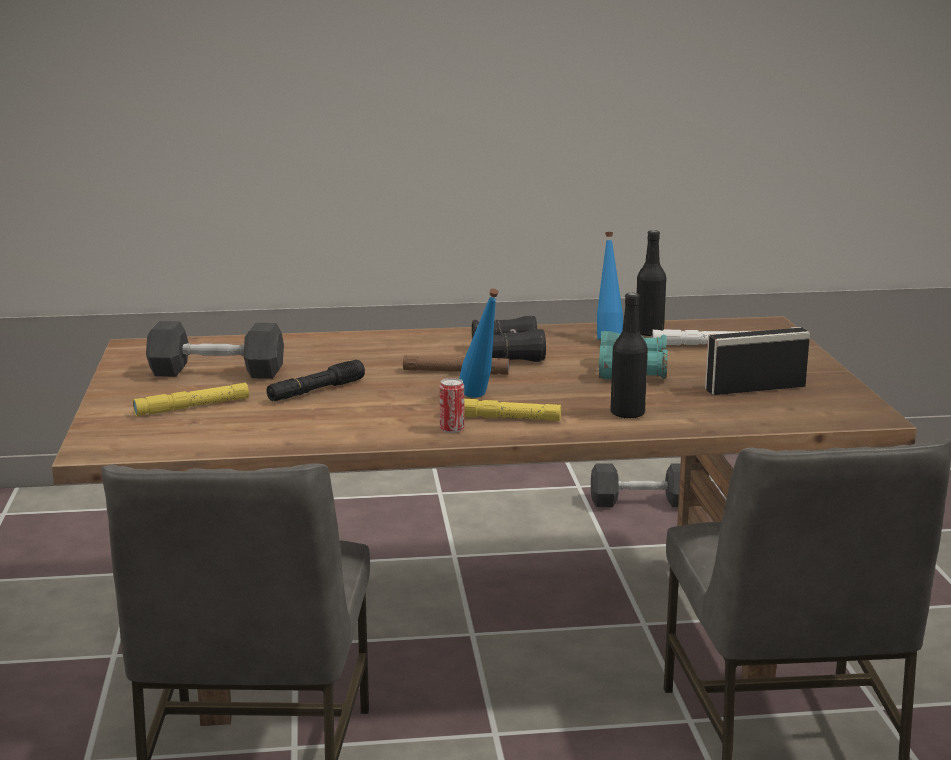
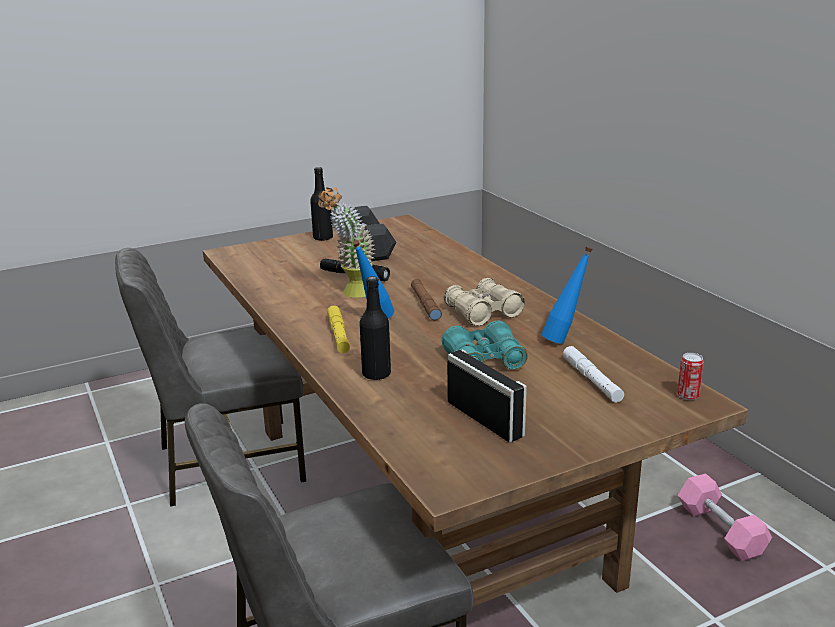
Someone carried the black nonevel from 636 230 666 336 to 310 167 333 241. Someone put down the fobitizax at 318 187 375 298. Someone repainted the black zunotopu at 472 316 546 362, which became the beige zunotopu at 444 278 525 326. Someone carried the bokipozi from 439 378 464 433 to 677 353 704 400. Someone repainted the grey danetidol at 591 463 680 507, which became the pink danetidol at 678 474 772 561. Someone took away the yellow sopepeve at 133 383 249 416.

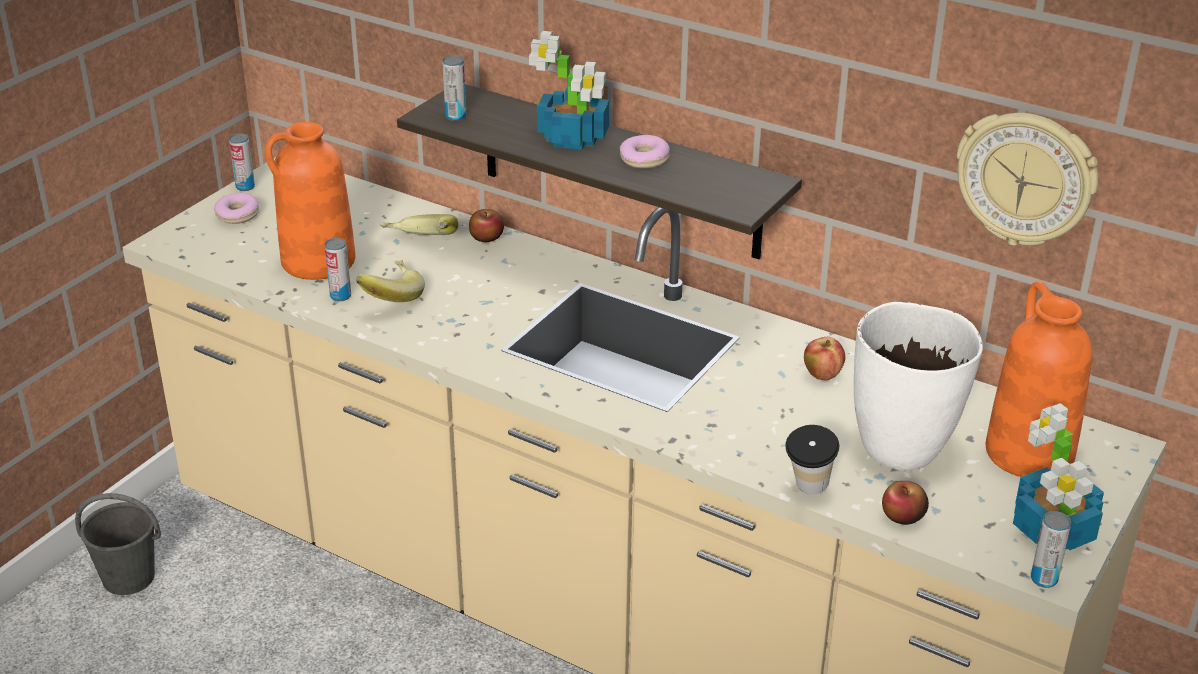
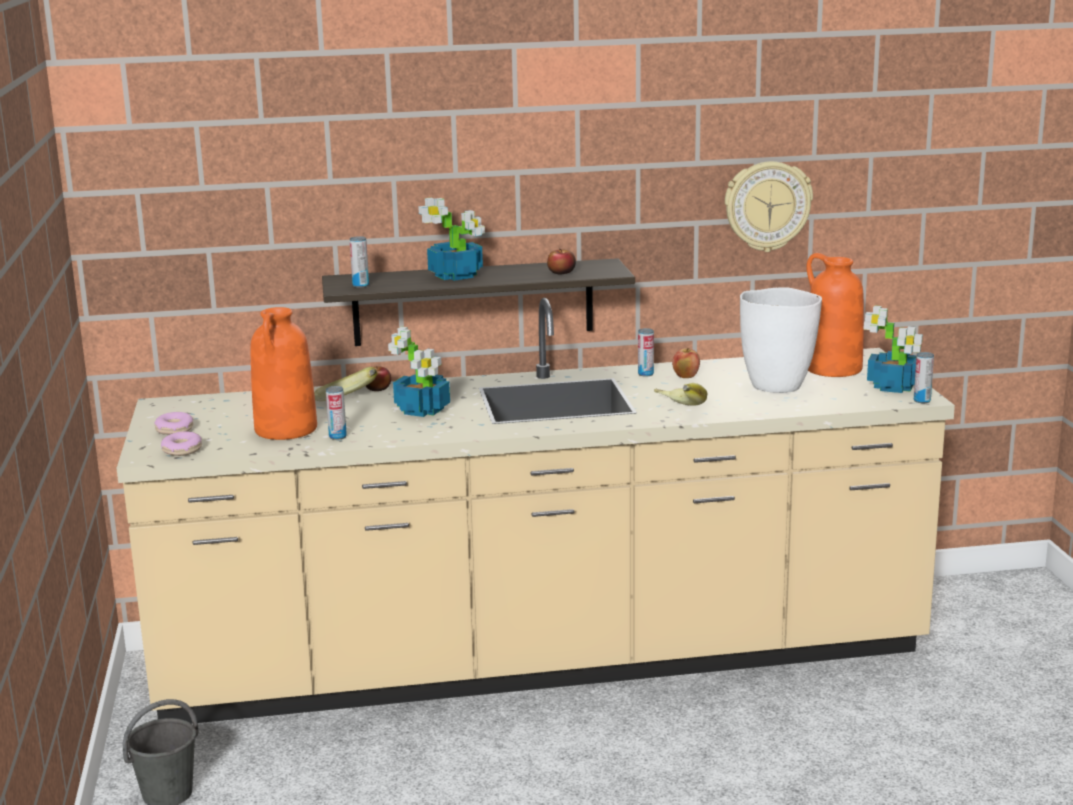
Someone carried the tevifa from 620 135 670 169 to 161 431 202 456. Someone put down the fobitizax at 388 327 450 417. Someone carried the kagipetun from 882 481 929 525 to 547 249 576 274. Someone carried the bokipozi from 229 133 255 191 to 638 328 654 377. Someone carried the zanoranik from 356 260 425 302 to 654 383 707 406. Someone took away the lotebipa at 785 425 839 494.

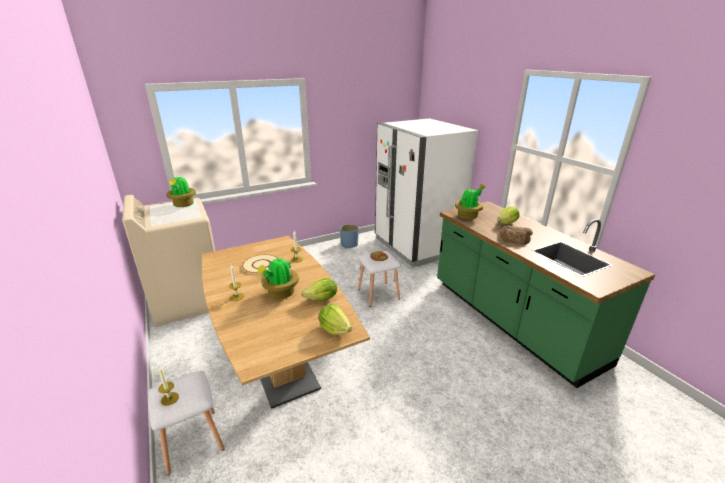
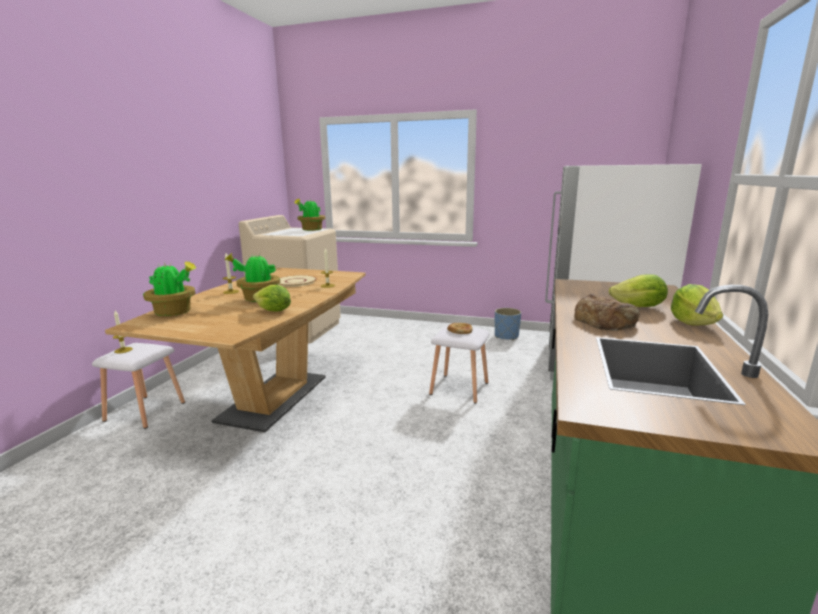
Someone carried the fobitizax from 455 184 486 220 to 143 262 196 316. Someone carried the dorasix from 319 304 352 335 to 671 284 723 325.

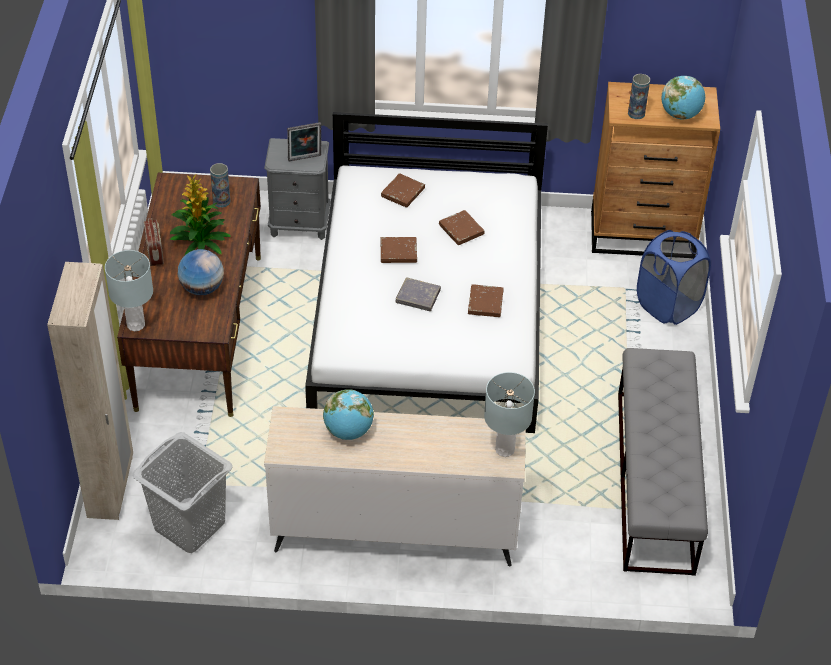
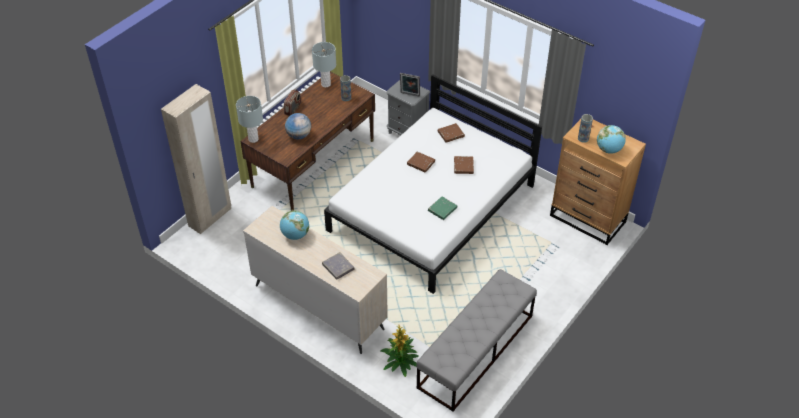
Someone carried the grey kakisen from 484 372 535 457 to 312 42 336 88. Someone carried the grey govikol from 396 277 441 311 to 322 252 355 280. Someone carried the fobitizax from 170 174 231 255 to 381 325 419 377. Someone repainted the brown govikol at 468 284 504 317, which became the green govikol at 428 196 457 220. Someone took away the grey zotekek at 132 432 233 553. Someone took away the blue zotekek at 637 230 711 325.

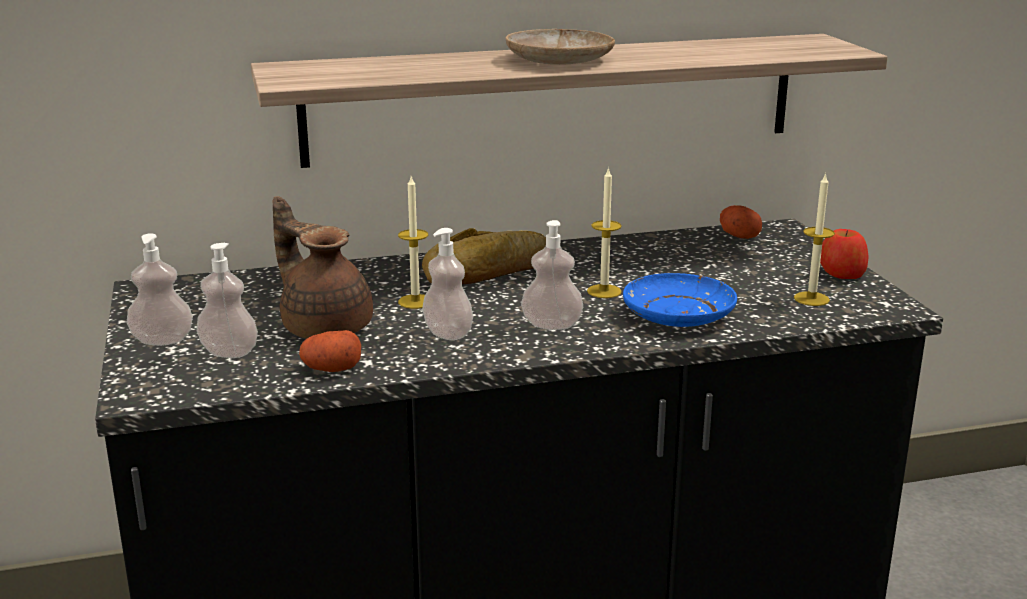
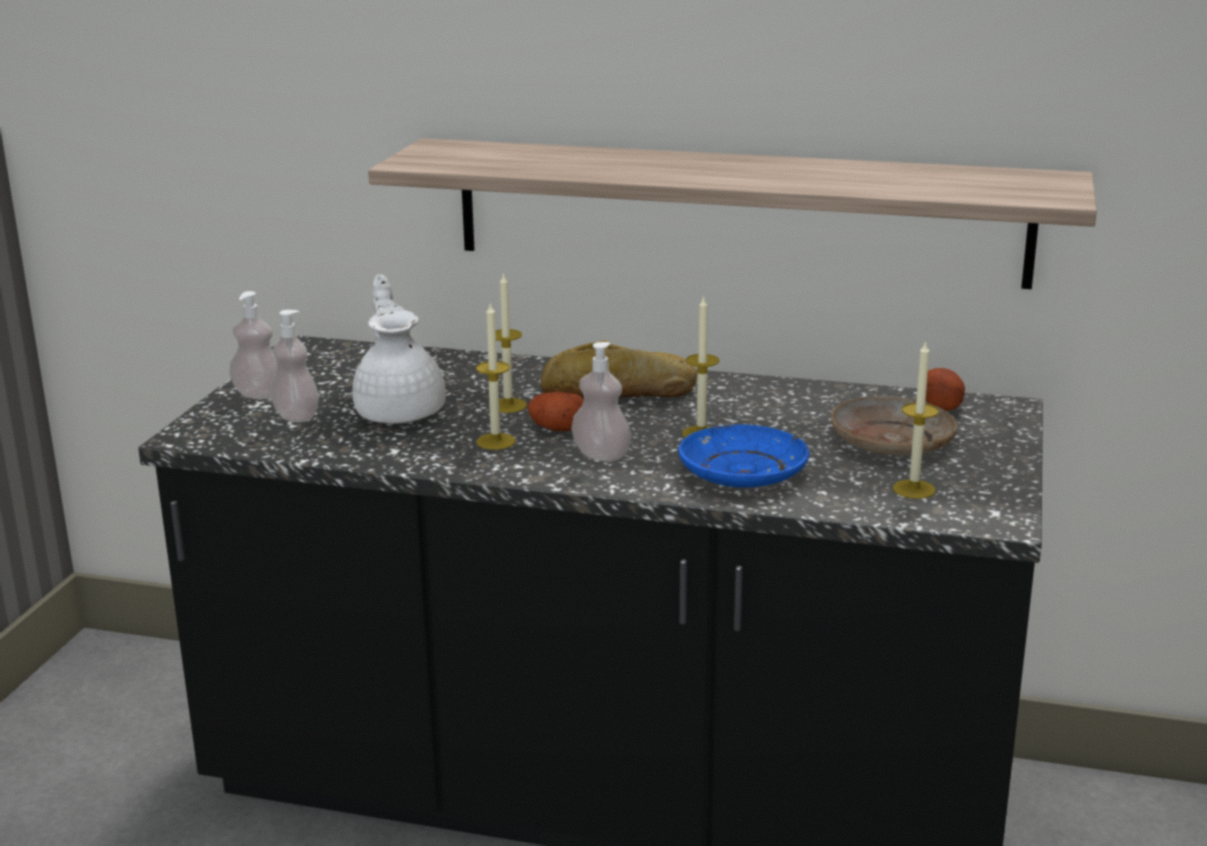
Someone repainted the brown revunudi at 273 196 373 339, which became the white revunudi at 352 274 446 424. Someone swapped the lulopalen at 422 228 473 340 for the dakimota at 476 302 516 450. Someone carried the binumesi from 299 330 361 372 to 527 391 584 431. Someone carried the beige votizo from 506 29 615 65 to 831 396 958 456. Someone took away the kagipetun at 820 229 868 279.

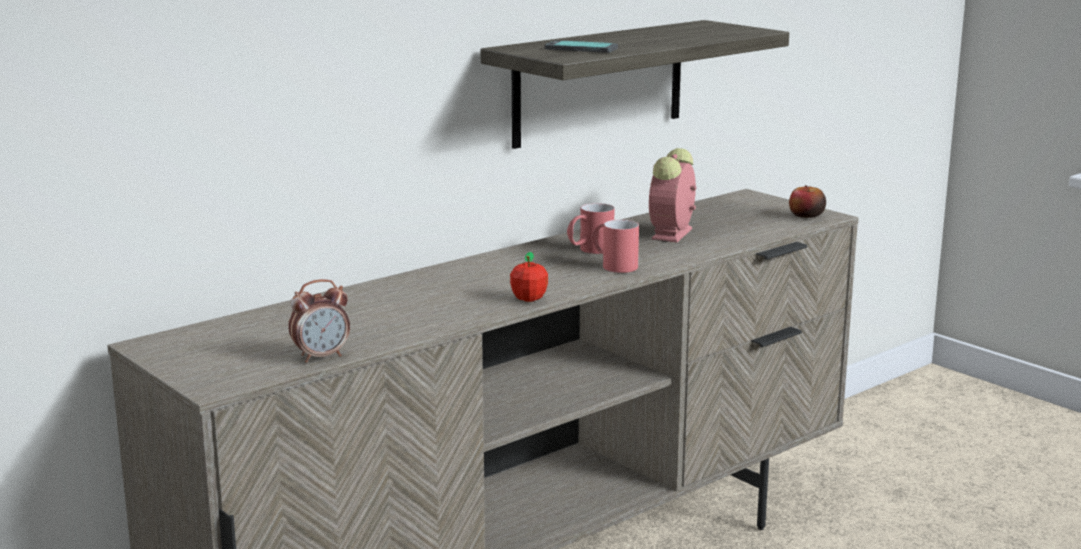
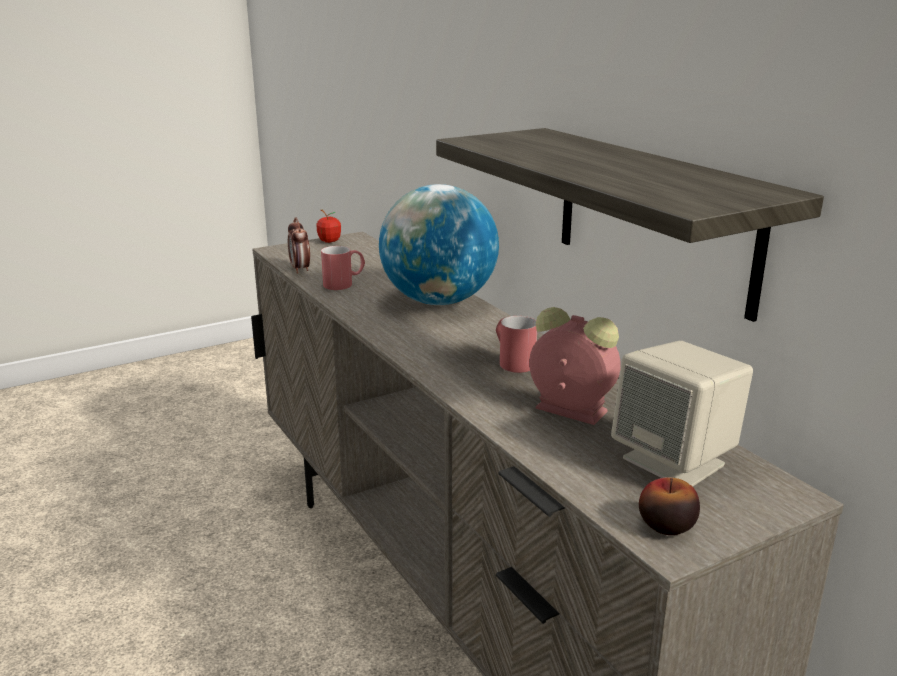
Someone carried the kagipetun from 510 252 548 302 to 316 210 341 243. Someone carried the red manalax from 592 220 639 273 to 321 246 365 290. Someone put down the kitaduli at 379 184 499 305. Someone put down the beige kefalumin at 611 341 753 487. Someone took away the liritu at 545 41 618 53.

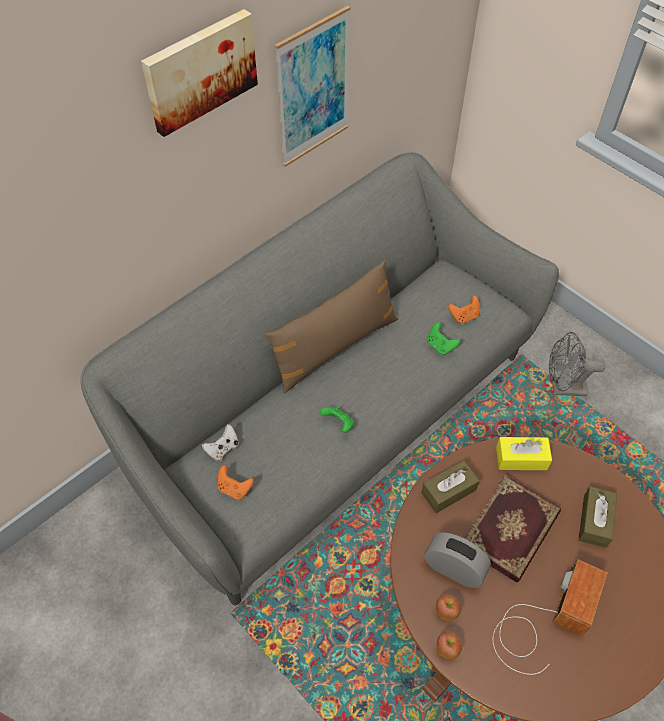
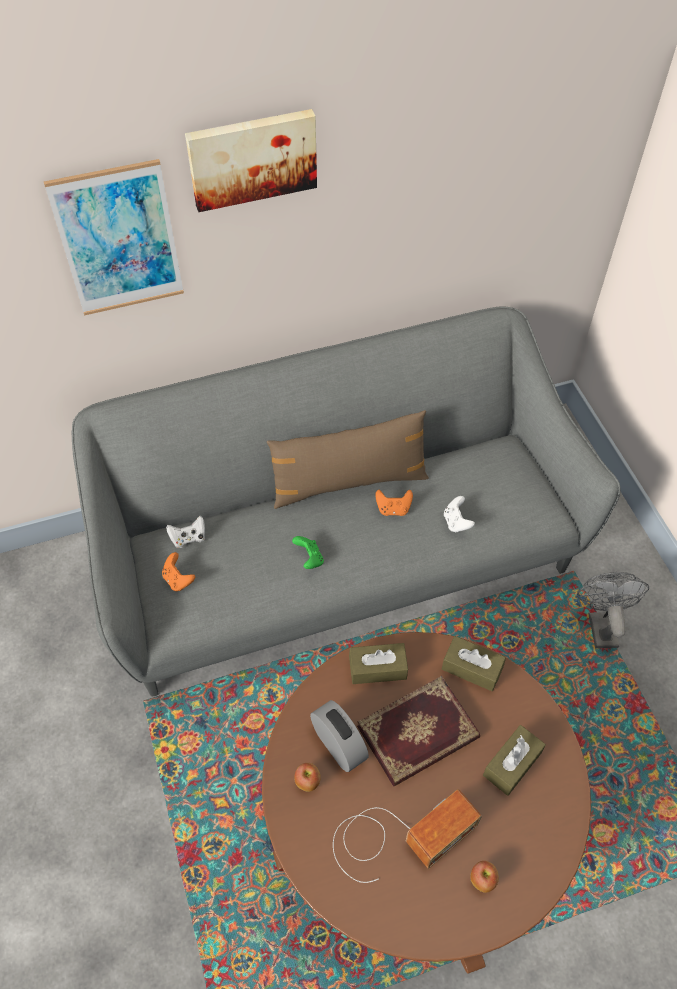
Someone carried the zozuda from 275 6 350 167 to 44 159 184 315. Someone carried the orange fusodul from 448 295 479 324 to 375 490 413 516. Someone repainted the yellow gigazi at 496 437 552 470, which became the brown gigazi at 442 636 506 691. Someone repainted the green fusodul at 428 322 460 355, which became the white fusodul at 444 496 475 533. Someone carried the kagipetun from 437 631 462 659 to 470 861 499 893. Someone rotated the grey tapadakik at 549 332 605 397 by 60 degrees clockwise.

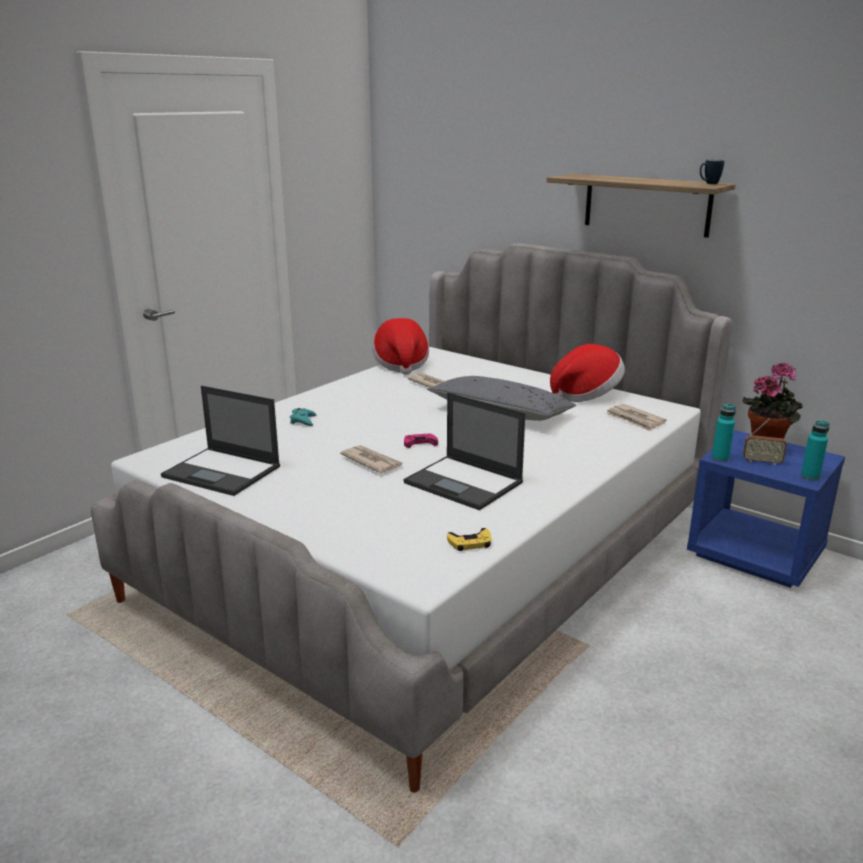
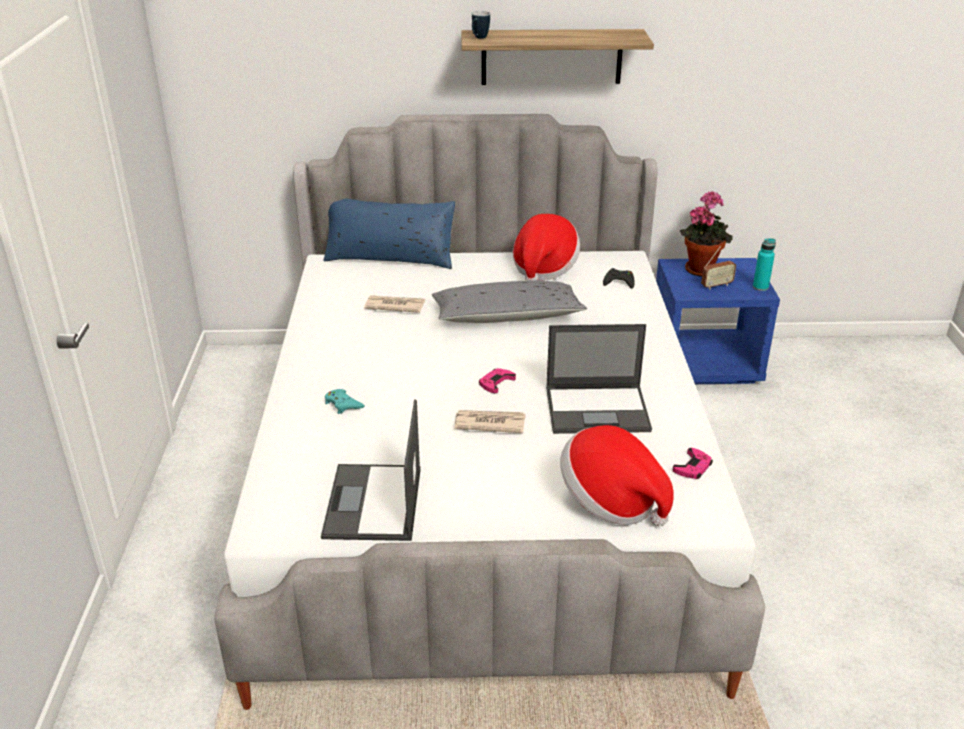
Someone rotated the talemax at 161 386 280 496 by 105 degrees clockwise. Someone put down the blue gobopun at 323 198 455 269. Someone carried the manalax from 700 159 725 184 to 472 11 490 39. Someone carried the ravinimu from 372 318 429 375 to 560 425 674 527. Someone swapped the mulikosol at 606 404 667 431 for the black fusodul at 603 268 635 289. Someone repainted the yellow fusodul at 447 528 491 551, which became the pink fusodul at 673 448 713 479. Someone took away the turquoise nonevel at 712 404 736 462.

